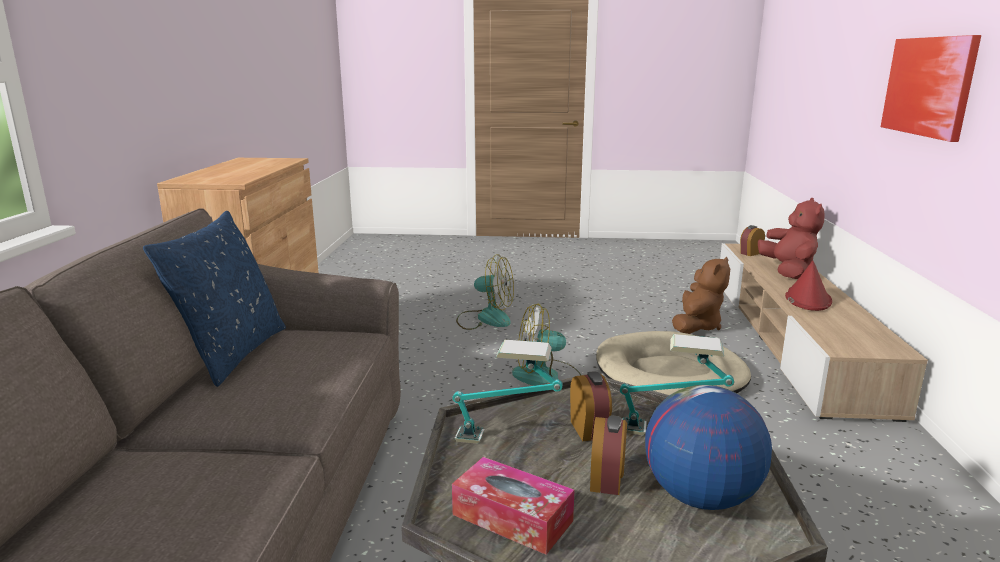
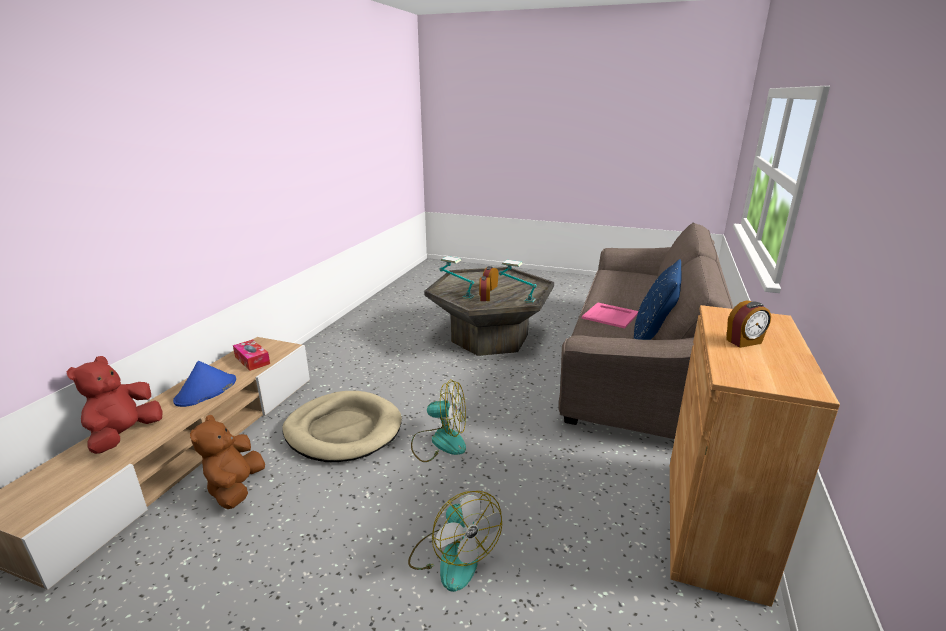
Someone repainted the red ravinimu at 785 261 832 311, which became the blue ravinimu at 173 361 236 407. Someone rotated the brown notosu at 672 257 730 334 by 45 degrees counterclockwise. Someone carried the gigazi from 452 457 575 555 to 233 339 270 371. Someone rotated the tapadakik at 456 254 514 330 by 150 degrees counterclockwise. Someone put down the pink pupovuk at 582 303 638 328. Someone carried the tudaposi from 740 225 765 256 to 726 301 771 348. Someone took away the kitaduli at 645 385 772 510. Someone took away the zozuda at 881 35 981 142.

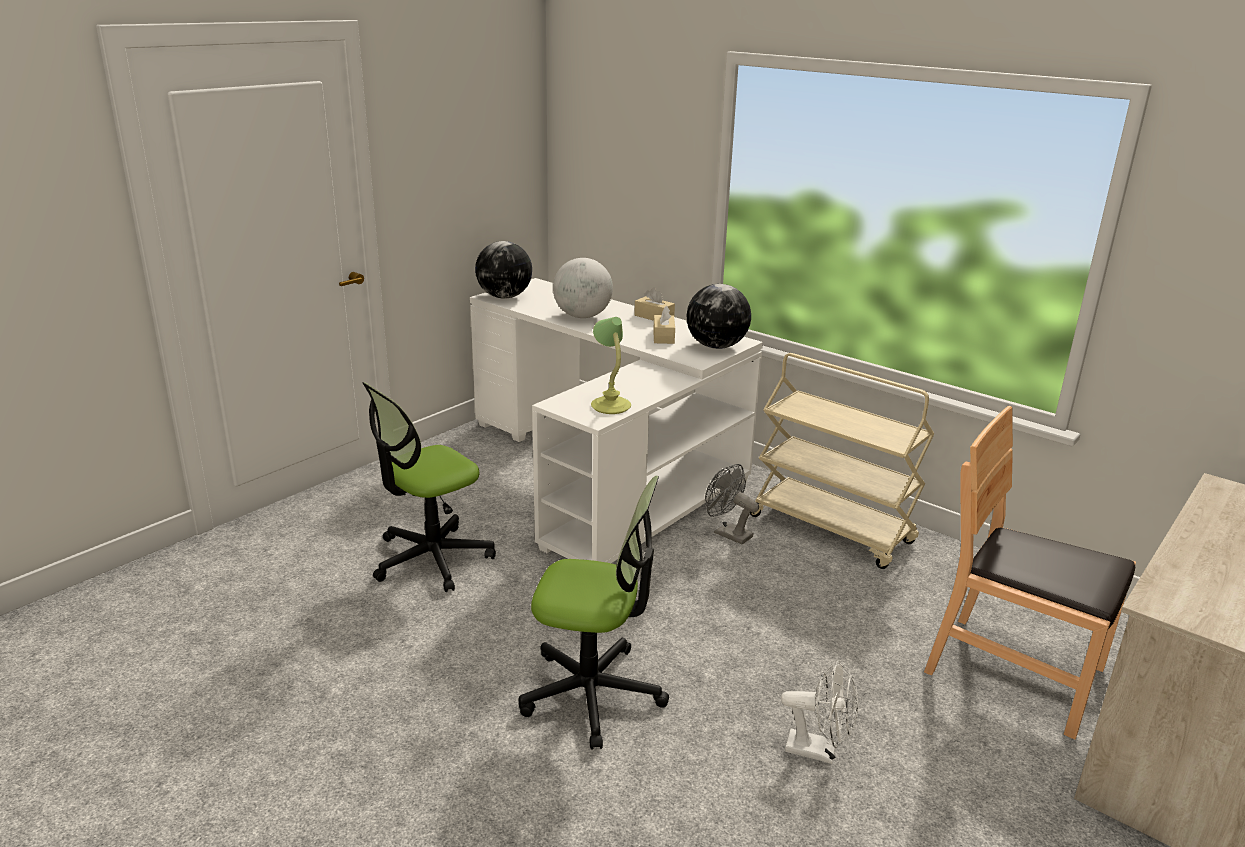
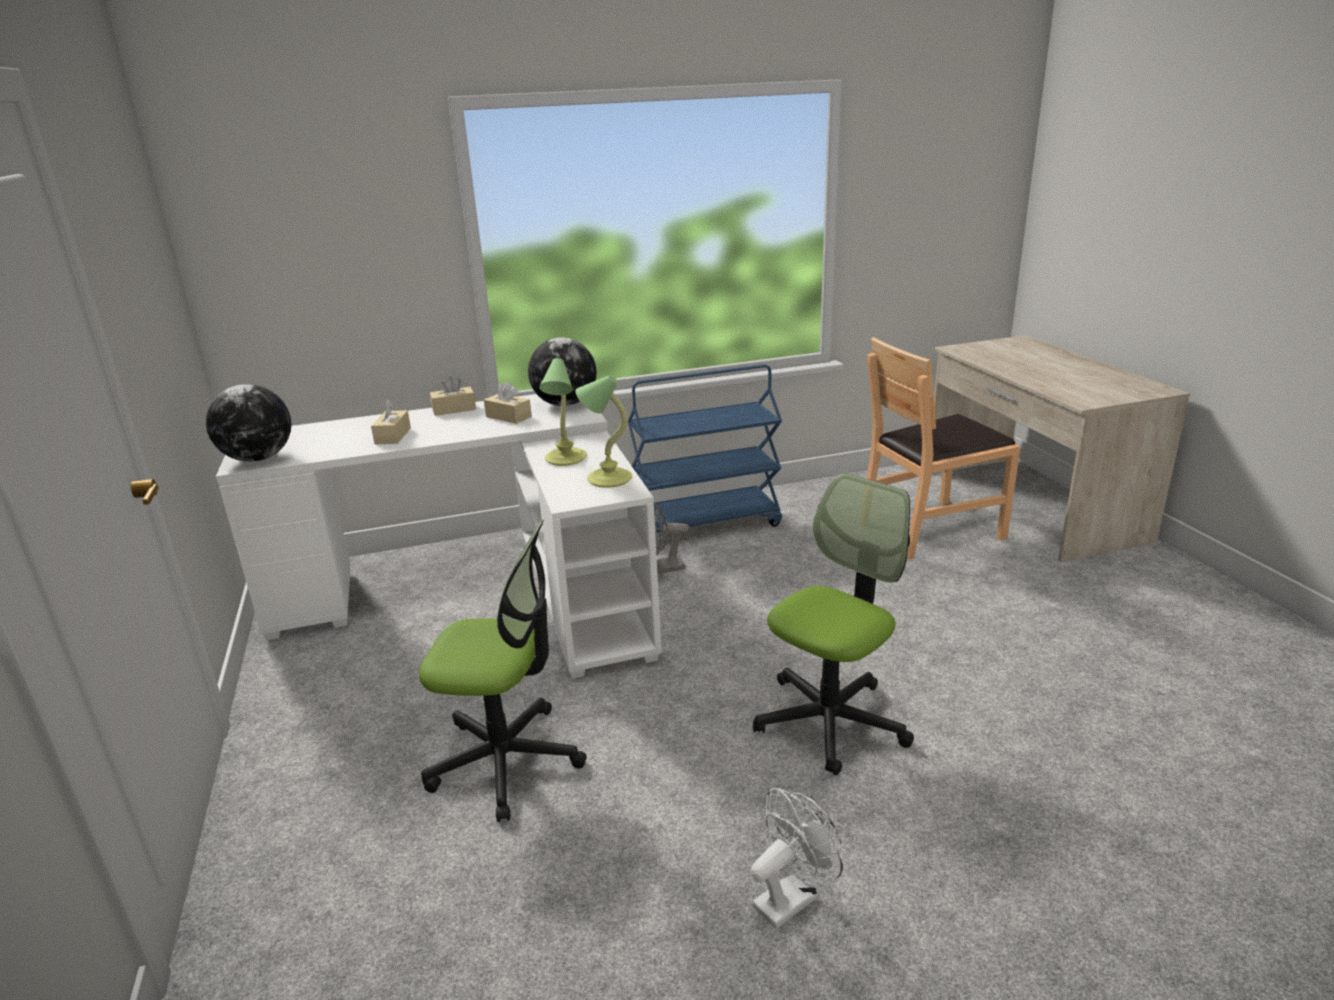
Someone swapped the kitaduli at 553 258 613 318 for the beige gigazi at 371 400 411 444. Someone rotated the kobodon at 362 382 496 592 by 75 degrees counterclockwise. Someone put down the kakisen at 539 358 587 466. Someone repainted the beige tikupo at 750 353 934 569, which became the blue tikupo at 628 364 782 531. Someone carried the white tapadakik from 781 661 858 764 to 750 788 843 929.

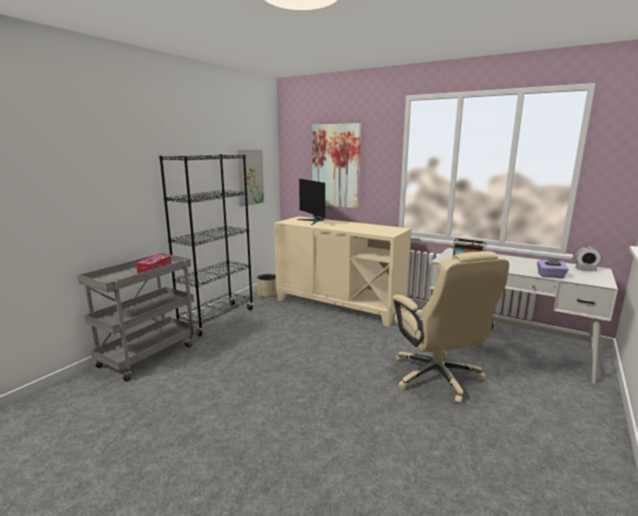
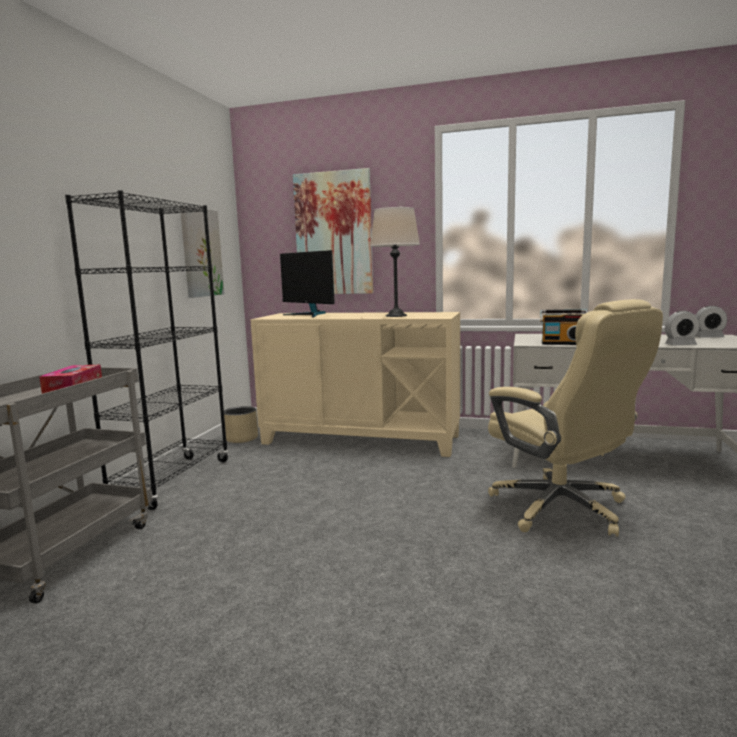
Someone put down the beige kakisen at 370 207 420 317. Someone swapped the purple gigazi at 537 258 569 278 for the tudaposi at 665 311 700 345.

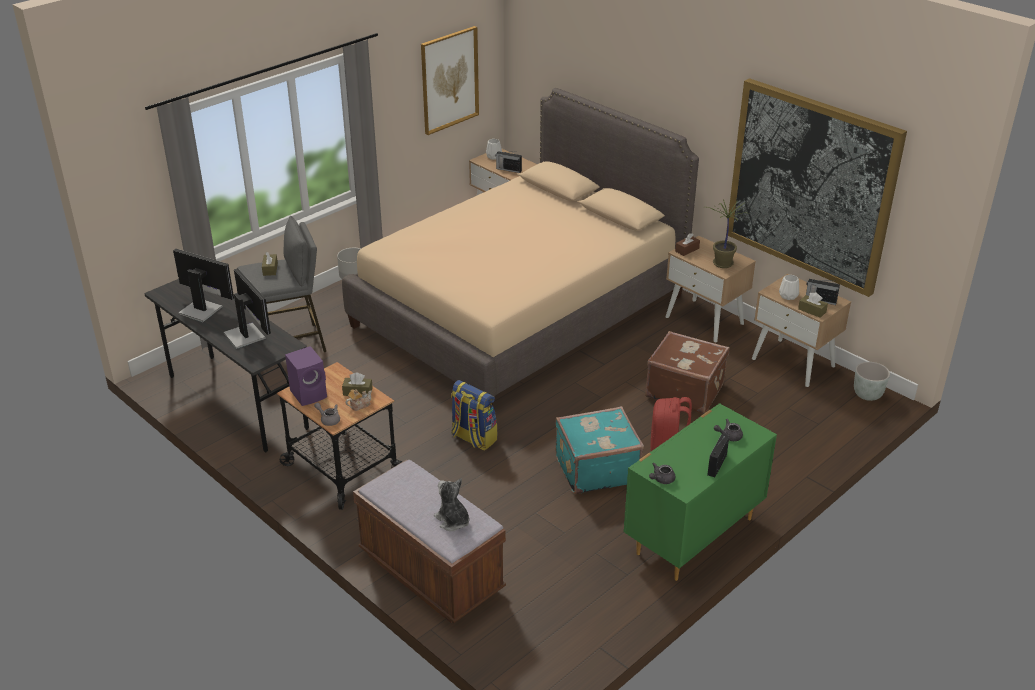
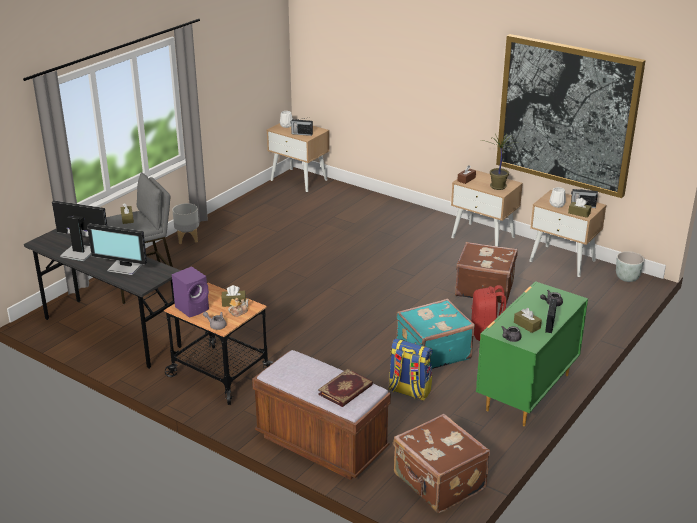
Someone rotated the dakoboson at 223 268 271 349 by 150 degrees clockwise. Someone swapped the notosu at 434 478 470 531 for the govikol at 318 369 373 407. Someone carried the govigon from 451 380 497 451 to 388 338 433 401. Someone put down the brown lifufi at 393 414 490 513. Someone put down the brown gigazi at 514 308 542 333. Someone took away the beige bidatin at 342 88 699 406. Someone took away the zozuda at 421 26 479 135.

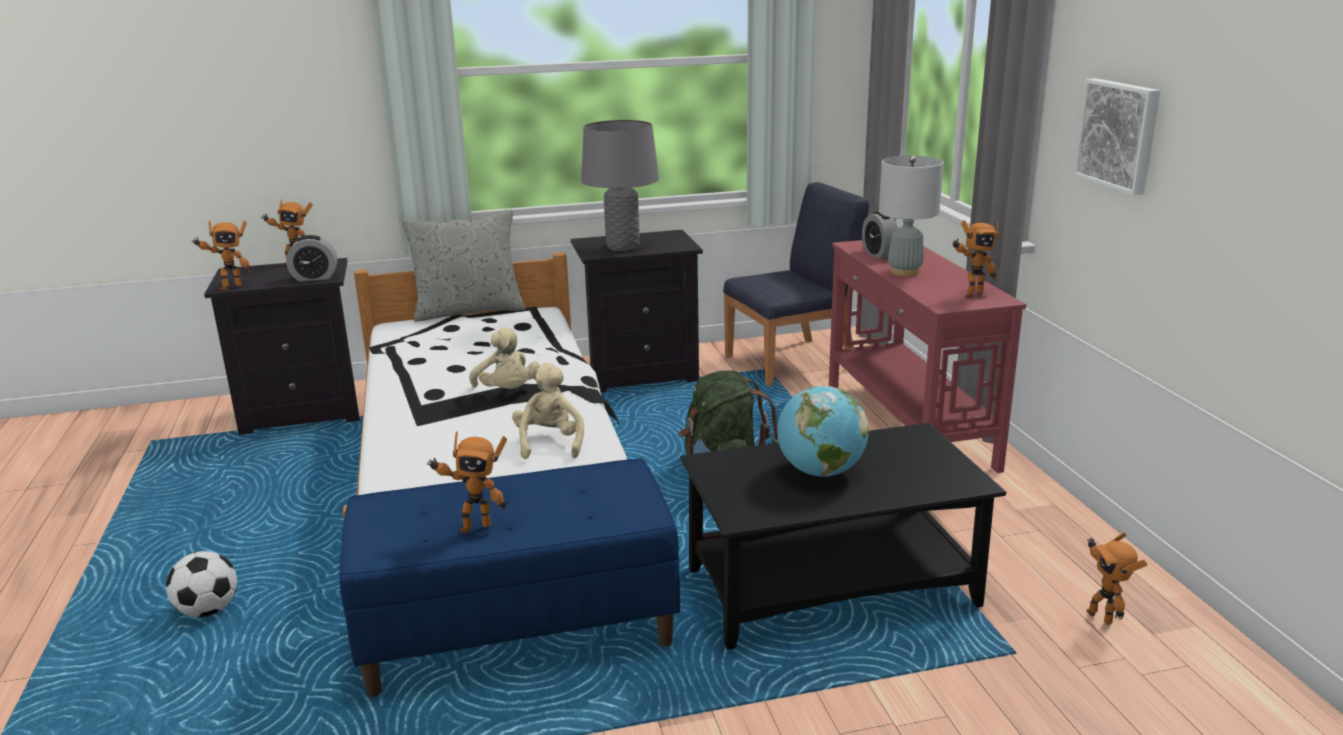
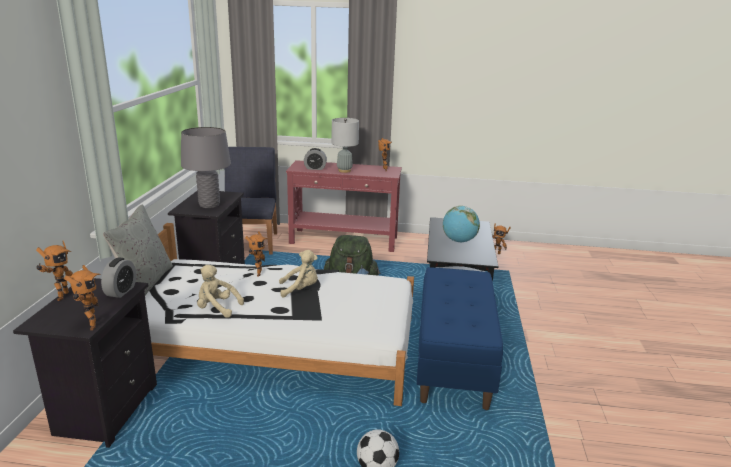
Someone carried the beige notosu from 512 363 584 459 to 197 265 244 318. Someone carried the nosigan from 427 431 507 533 to 245 231 268 277. Someone took away the zozuda at 1073 78 1160 195.

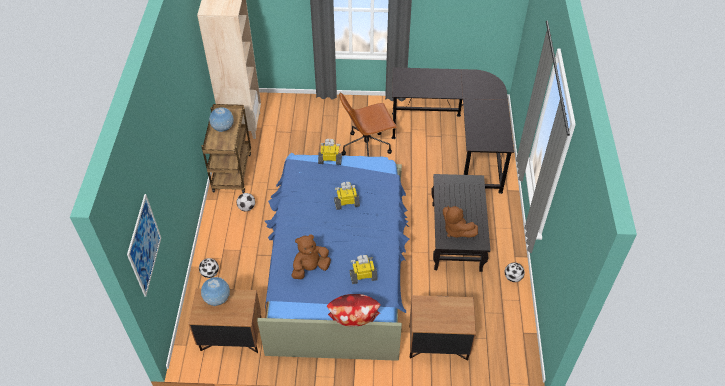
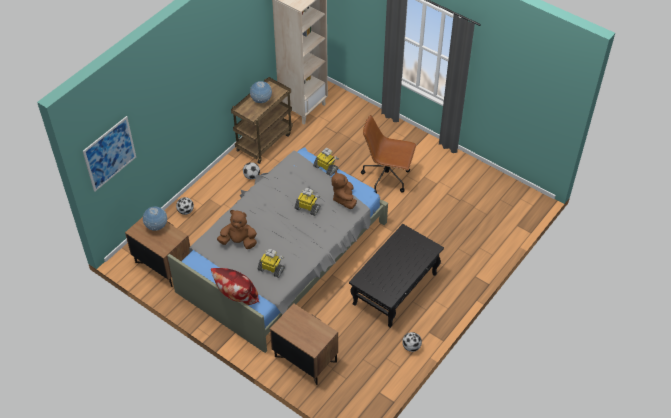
Someone repainted the blue bidatin at 257 153 409 361, which became the grey bidatin at 167 147 388 353. Someone carried the brown notosu from 443 206 478 237 to 332 170 357 209. Someone took away the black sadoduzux at 392 67 514 194.

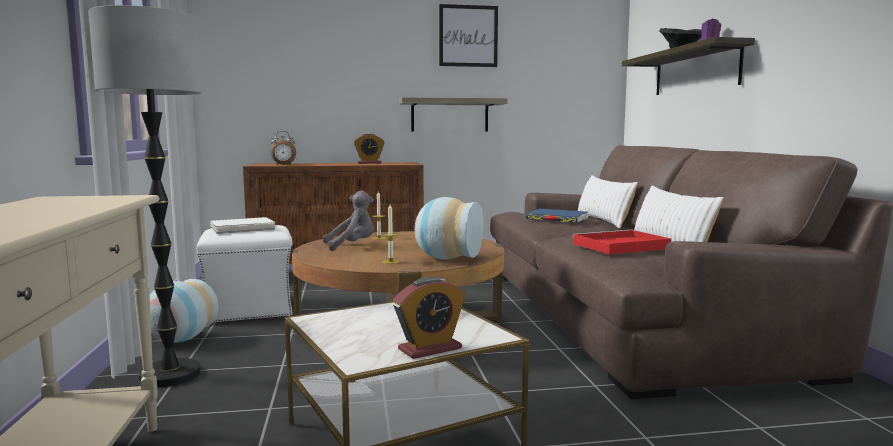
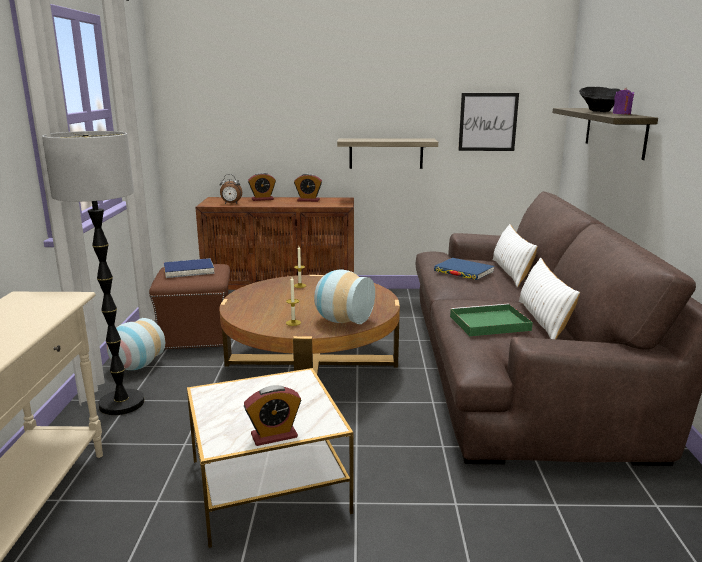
Someone repainted the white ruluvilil at 197 225 293 322, which became the brown ruluvilil at 149 264 230 349. Someone repainted the white govikol at 210 217 275 234, which became the blue govikol at 164 258 215 278. Someone put down the tudaposi at 248 172 276 201. Someone repainted the red pupovuk at 573 230 671 255, which became the green pupovuk at 450 304 533 336. Someone carried the zozuda from 439 4 498 67 to 458 93 519 151. Someone took away the grey notosu at 323 191 374 251.

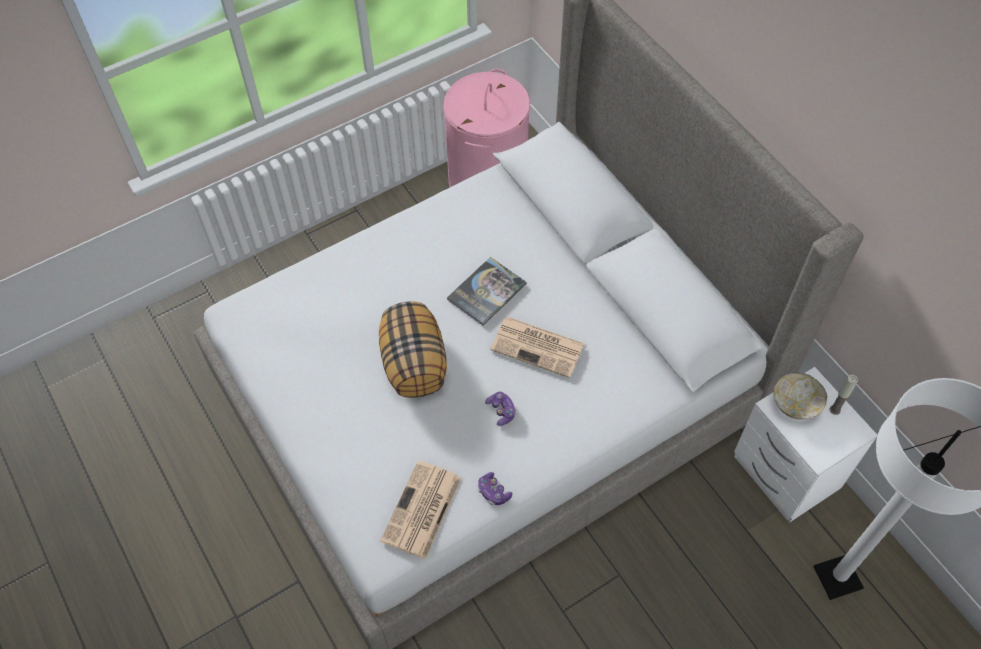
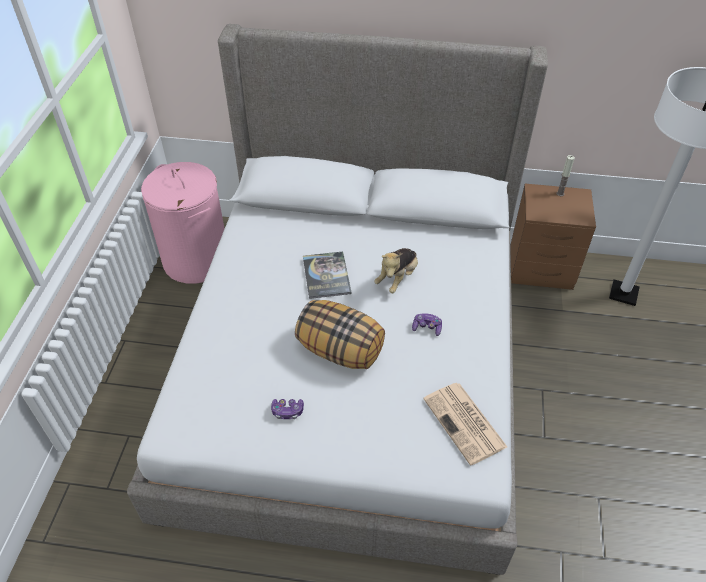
Someone carried the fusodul from 478 472 512 505 to 271 399 304 419. Someone swapped the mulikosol at 490 317 585 378 for the notosu at 374 248 418 293. Someone repainted the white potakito at 734 367 878 523, which became the brown potakito at 510 184 596 290. Someone took away the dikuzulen at 773 372 827 420.

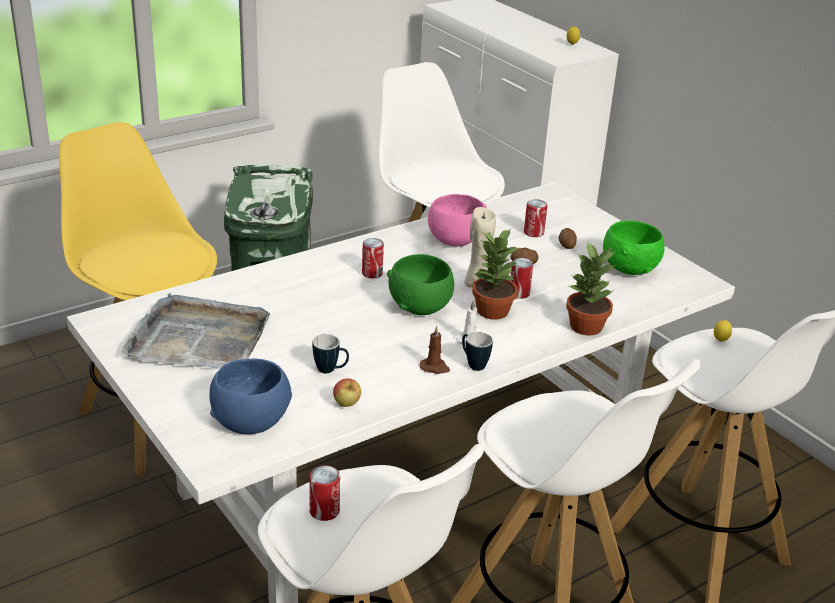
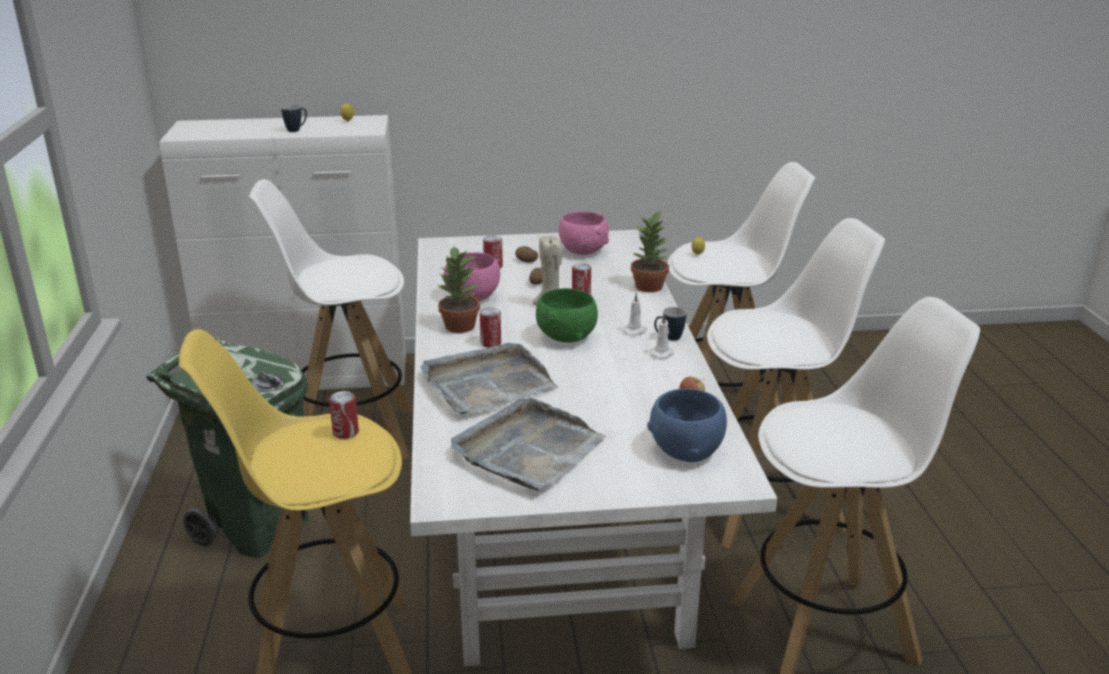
Someone carried the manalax from 313 334 349 373 to 281 105 307 132. Someone carried the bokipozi from 309 465 340 521 to 329 391 359 439. Someone put down the grey pupovuk at 420 343 558 414. Someone carried the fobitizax from 472 228 519 320 to 438 245 480 333. Someone repainted the green dikuzulen at 603 221 664 275, which became the pink dikuzulen at 559 212 609 255. Someone repainted the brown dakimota at 420 326 450 374, which became the white dakimota at 649 315 674 359.

